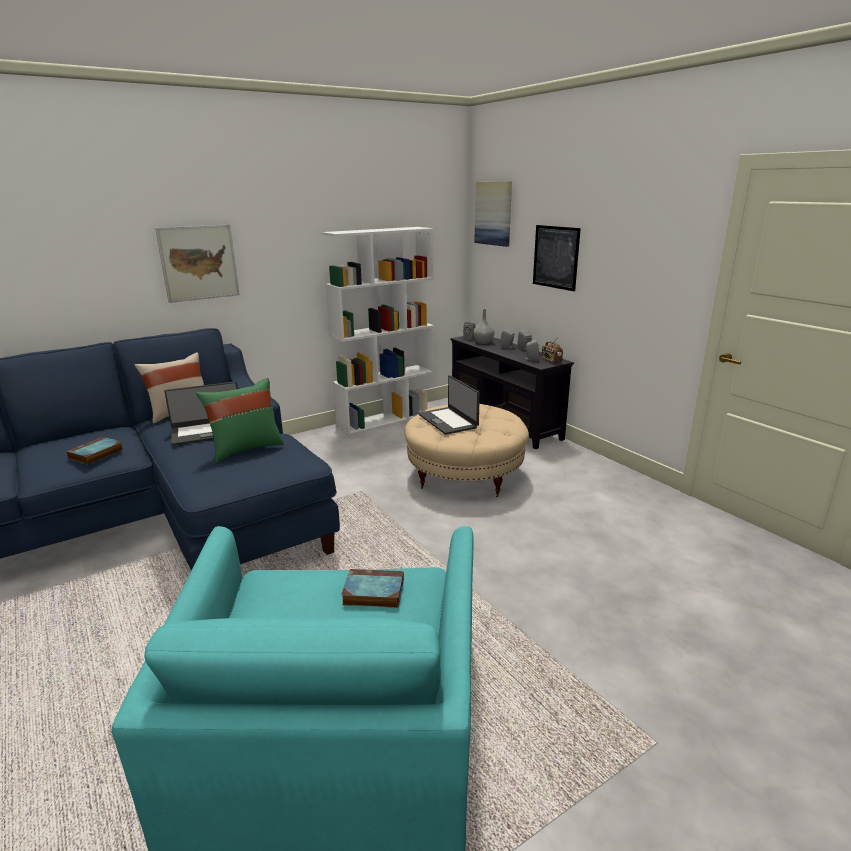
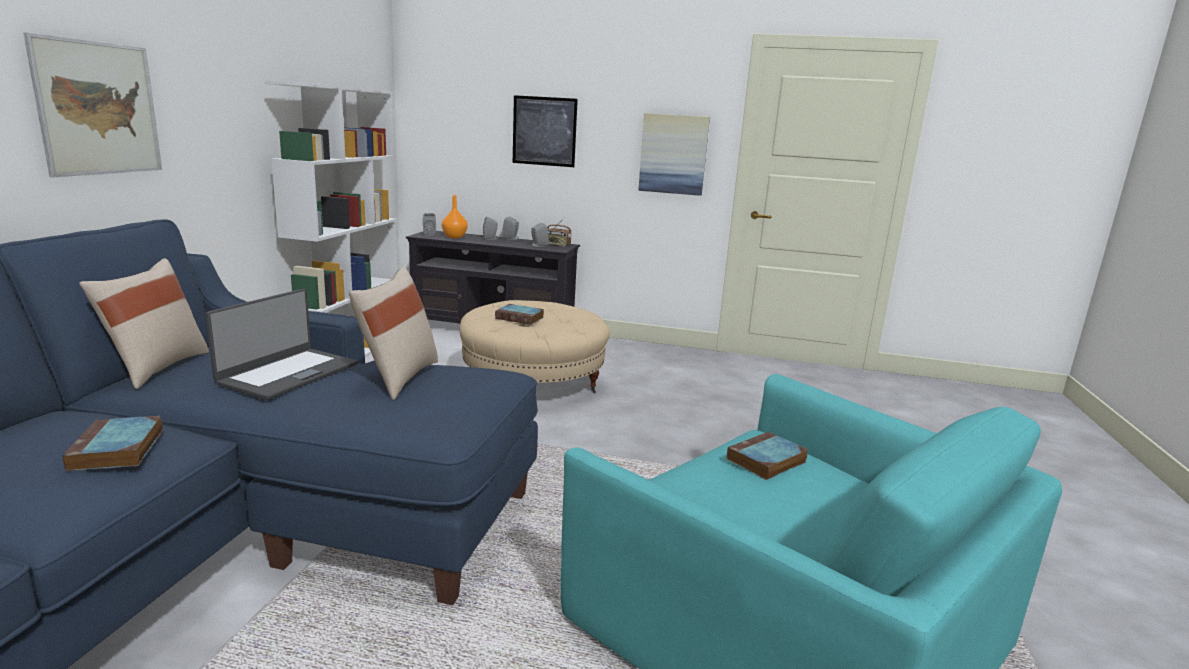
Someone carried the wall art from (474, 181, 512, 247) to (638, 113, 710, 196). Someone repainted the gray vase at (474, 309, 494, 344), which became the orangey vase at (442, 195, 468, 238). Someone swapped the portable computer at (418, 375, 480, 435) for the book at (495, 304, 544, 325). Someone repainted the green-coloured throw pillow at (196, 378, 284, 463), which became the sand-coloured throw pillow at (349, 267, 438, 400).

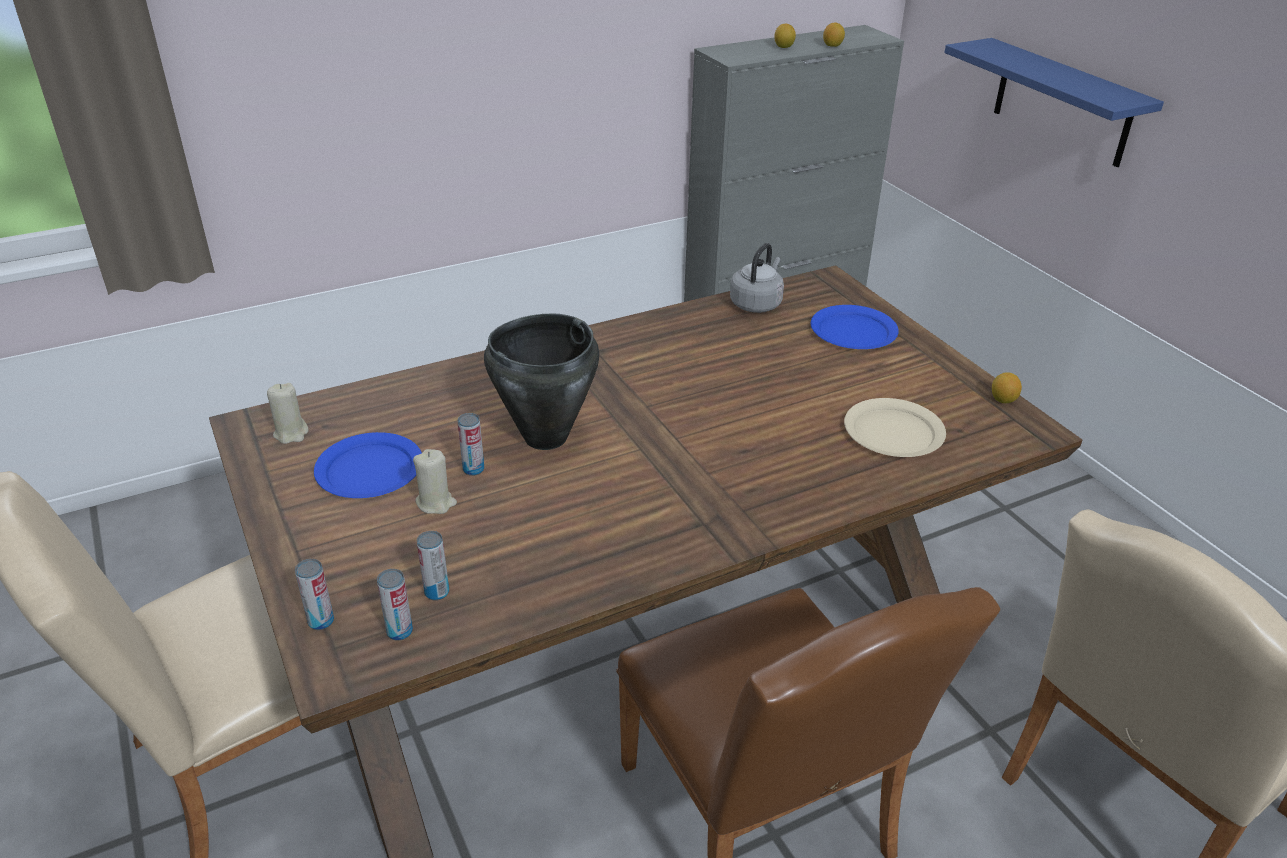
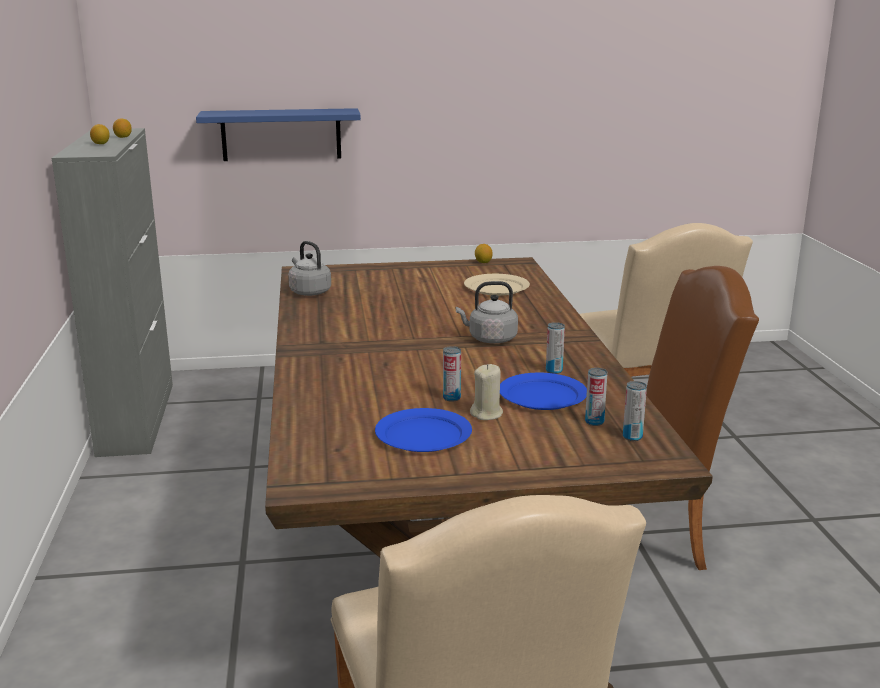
Someone carried the bluish flat dish from (811, 305, 899, 349) to (500, 373, 587, 410). Someone took away the blackish stockpot at (484, 314, 599, 450). Someone took away the sand-coloured candle at (267, 383, 309, 444). Someone carried the metal can from (295, 559, 334, 630) to (546, 322, 565, 374). Someone put down the gray kettle at (456, 281, 518, 343).

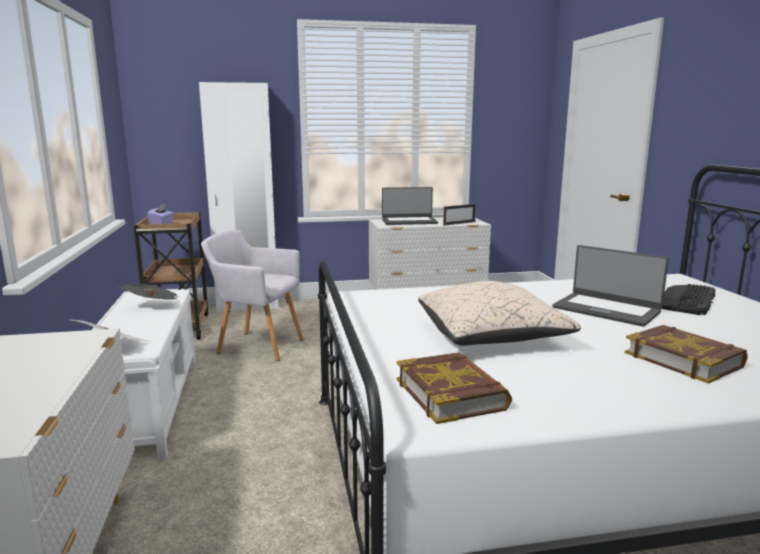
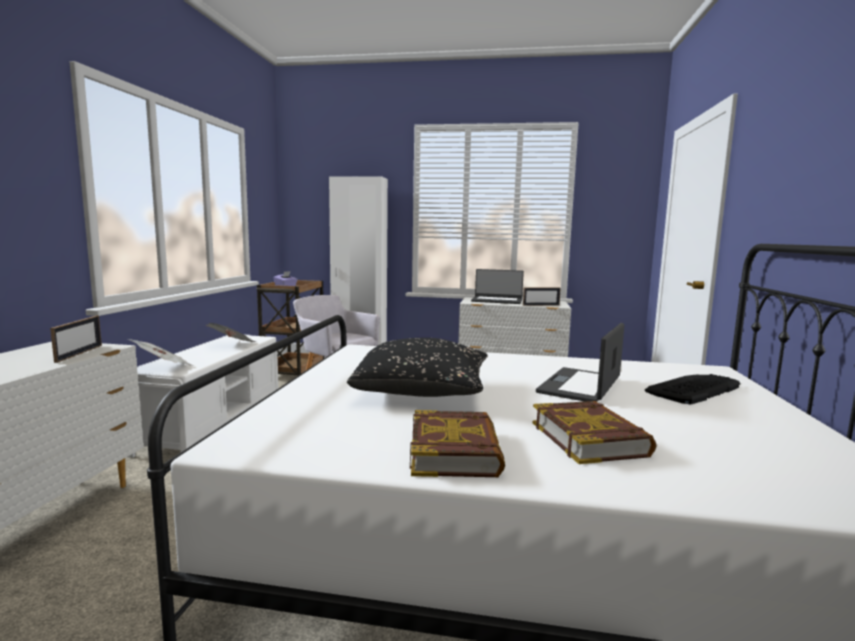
Someone rotated the portable computer at (552, 245, 669, 327) by 60 degrees clockwise. Someone repainted the sand-coloured throw pillow at (418, 281, 581, 346), which became the blackish throw pillow at (347, 338, 488, 397). Someone carried the book from (397, 352, 512, 424) to (410, 410, 505, 477). Someone put down the picture frame at (50, 316, 102, 363).

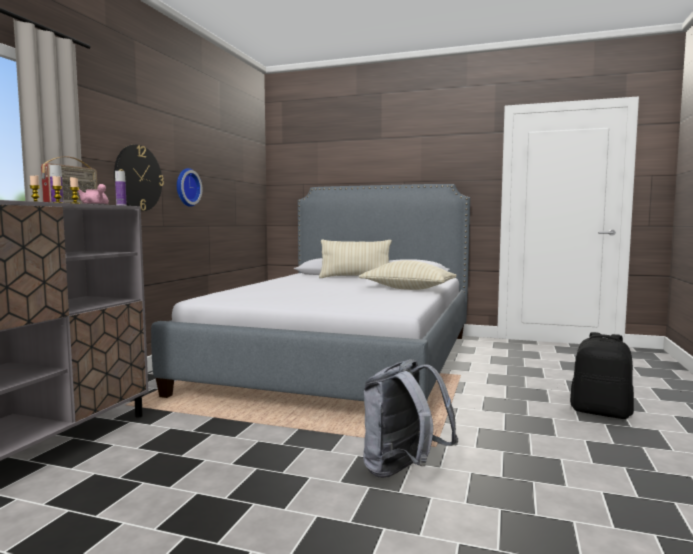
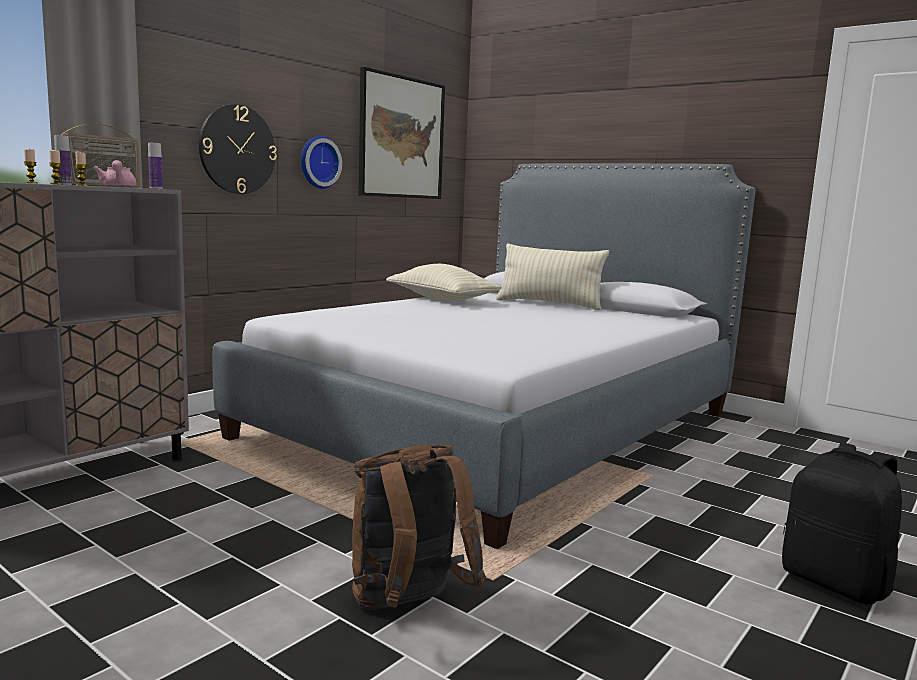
Someone carried the sand-coloured throw pillow from (359, 260, 457, 290) to (386, 264, 502, 301). Someone repainted the gray backpack at (363, 359, 458, 478), which became the brown backpack at (352, 445, 486, 610). Someone put up the wall art at (359, 67, 445, 199).

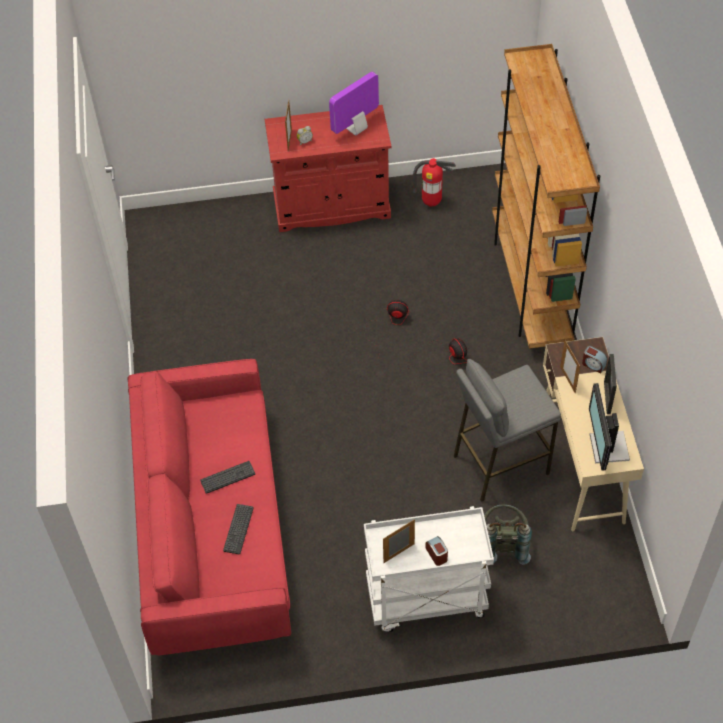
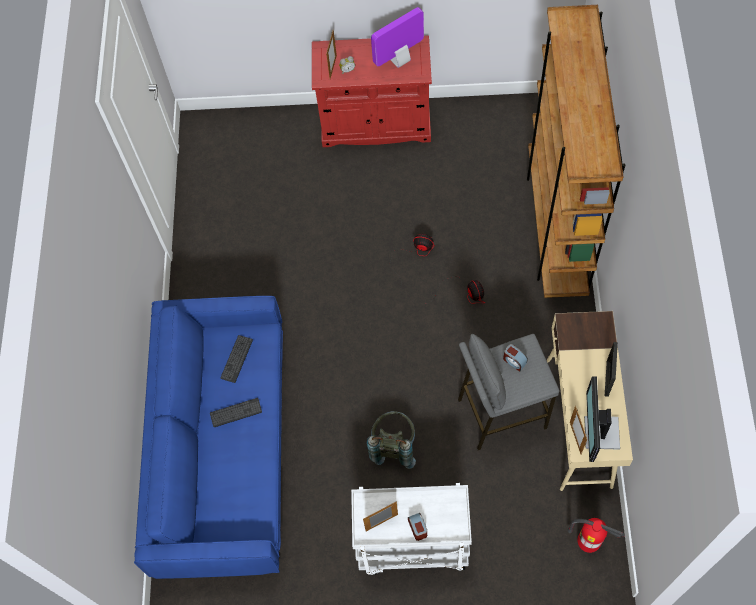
Someone carried the fire extinguisher from (413, 158, 456, 207) to (568, 518, 625, 553). Someone carried the picture frame from (560, 340, 580, 393) to (570, 406, 587, 454). Someone carried the table clock from (582, 346, 607, 373) to (503, 344, 528, 372). Someone repainted the red-coloured couch at (127, 359, 291, 655), which became the bluish couch at (134, 296, 283, 579). Someone carried the computer keyboard from (223, 504, 254, 554) to (221, 335, 253, 383). Someone carried the gray backpack from (484, 504, 532, 565) to (367, 411, 416, 469).

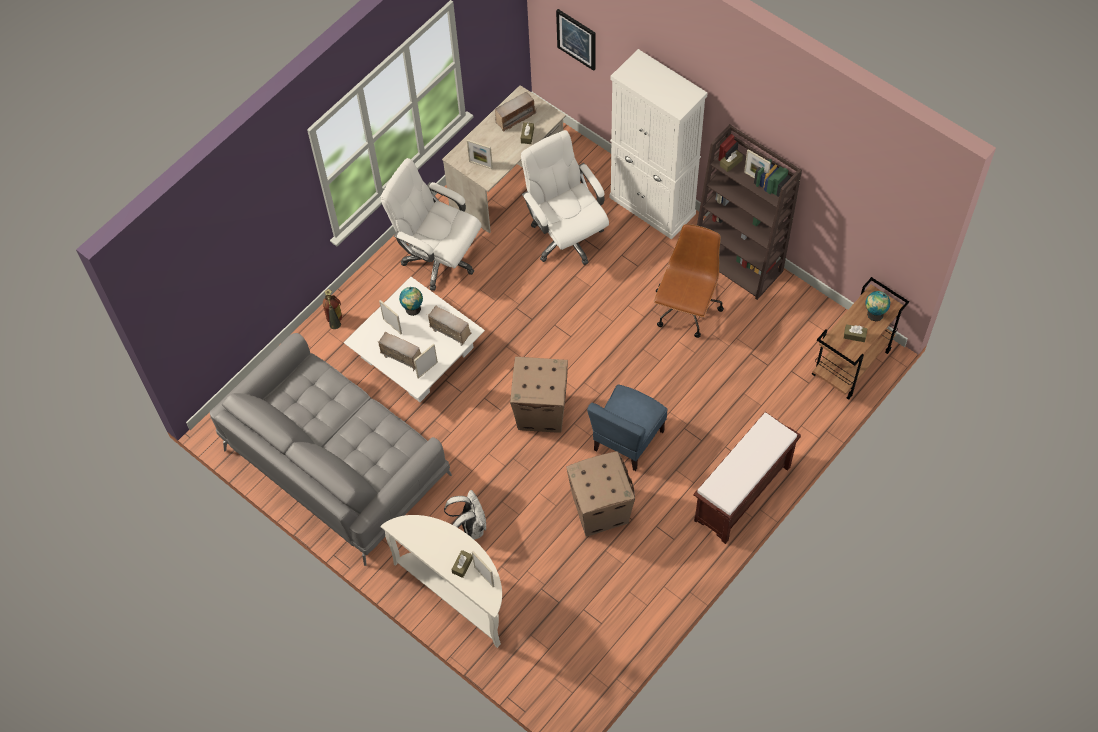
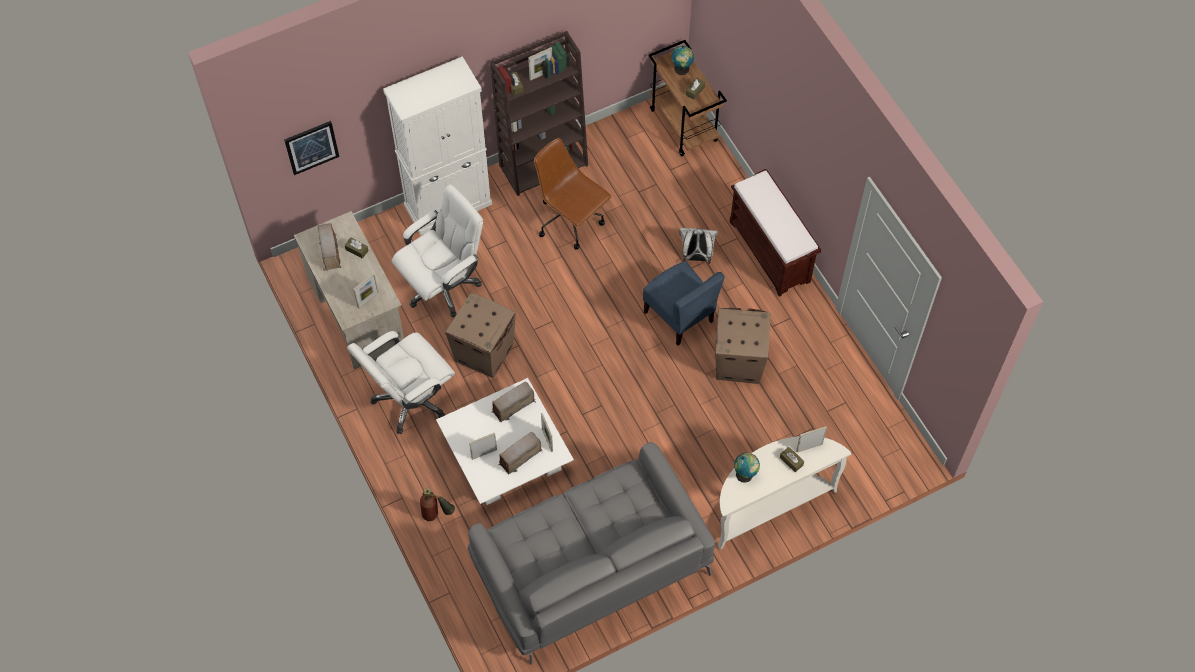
Someone rotated the whitish desk chair at (521, 130, 609, 265) by 150 degrees clockwise. Someone carried the desk globe from (399, 287, 423, 316) to (734, 453, 760, 483). Someone carried the packing box from (510, 356, 568, 433) to (445, 293, 516, 378). Someone carried the whitish backpack from (444, 490, 486, 540) to (679, 228, 718, 264).

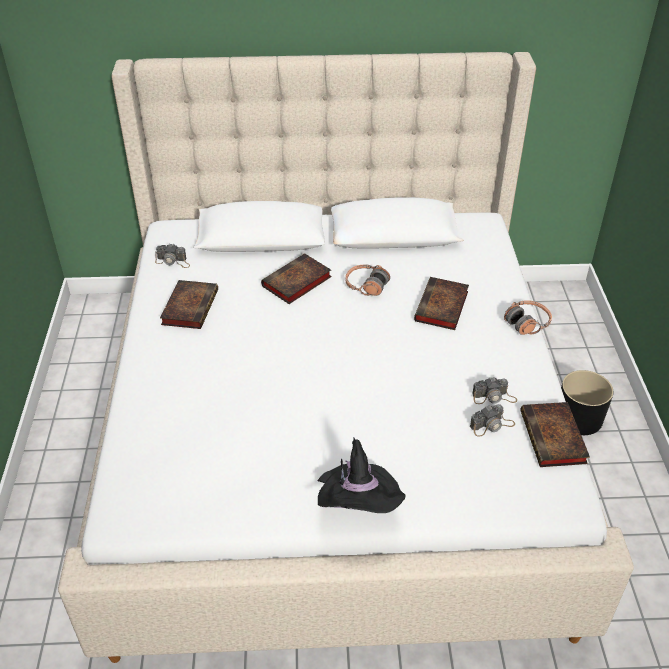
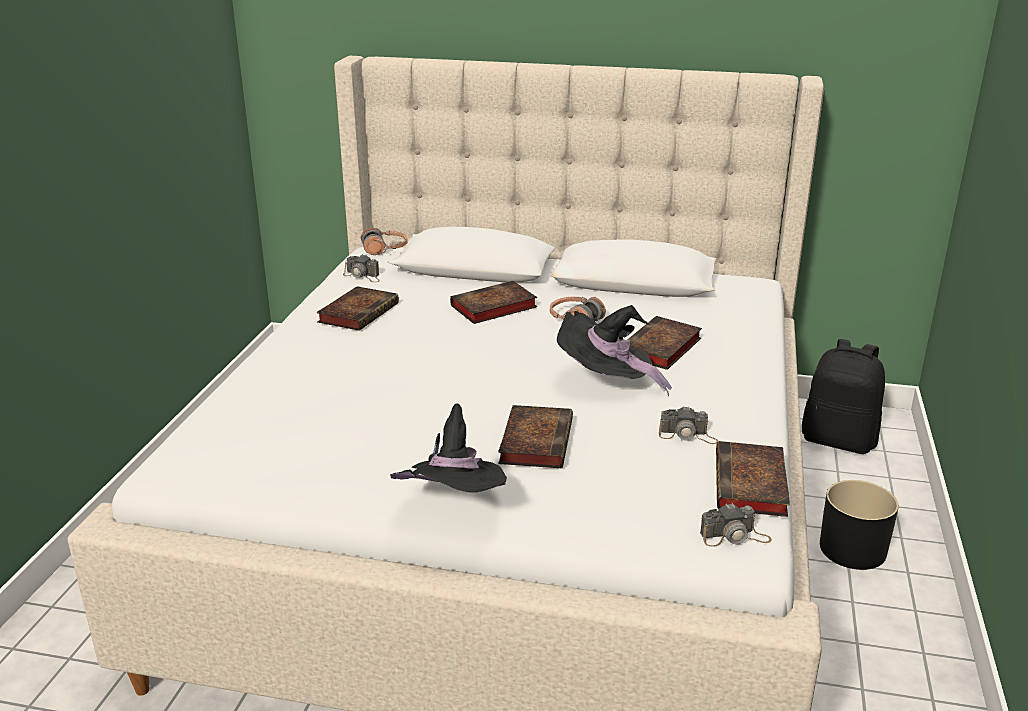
Someone carried the headphones from (504, 300, 552, 335) to (361, 228, 407, 255). Someone carried the photo camera from (470, 404, 515, 437) to (700, 503, 772, 547). Someone put down the blackish clothing hat at (557, 305, 672, 397). Someone put down the blackish backpack at (802, 339, 885, 454). Someone put down the book at (498, 405, 573, 468).

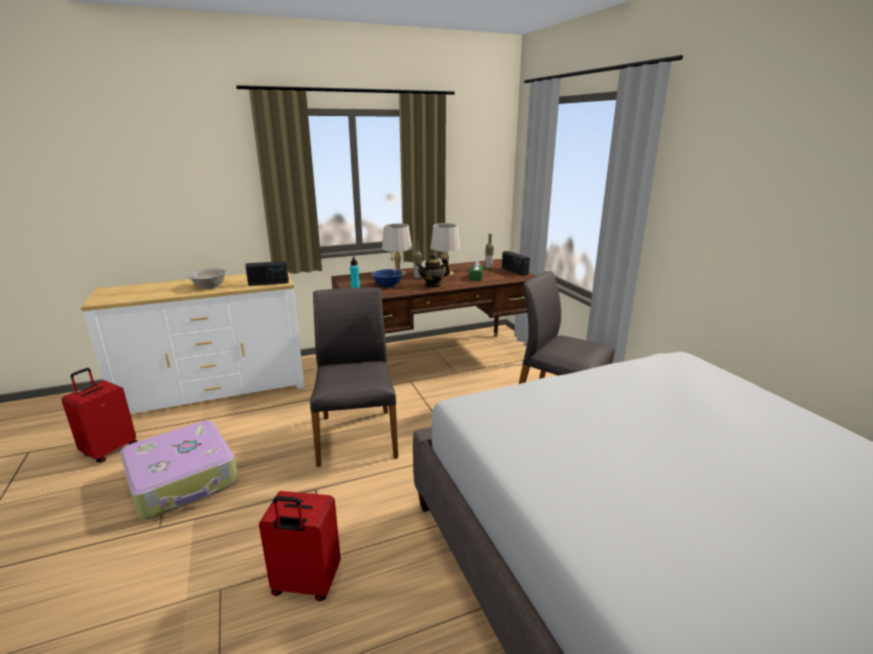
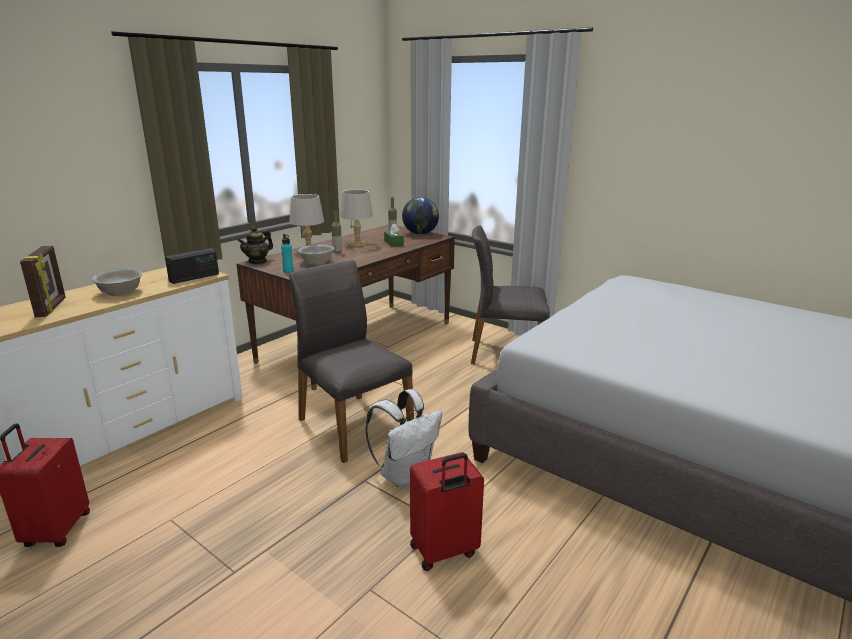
Someone swapped the radio at (502, 251, 530, 276) for the desk globe at (402, 197, 439, 235). Someone carried the pot for tea from (416, 253, 450, 288) to (238, 226, 273, 264). Someone repainted the bluish bowl at (372, 269, 403, 287), which became the whitish bowl at (298, 245, 334, 265). Someone took away the suitcase at (120, 421, 238, 520). Someone put down the picture frame at (20, 246, 65, 317). Someone put down the whitish backpack at (365, 389, 442, 488).

